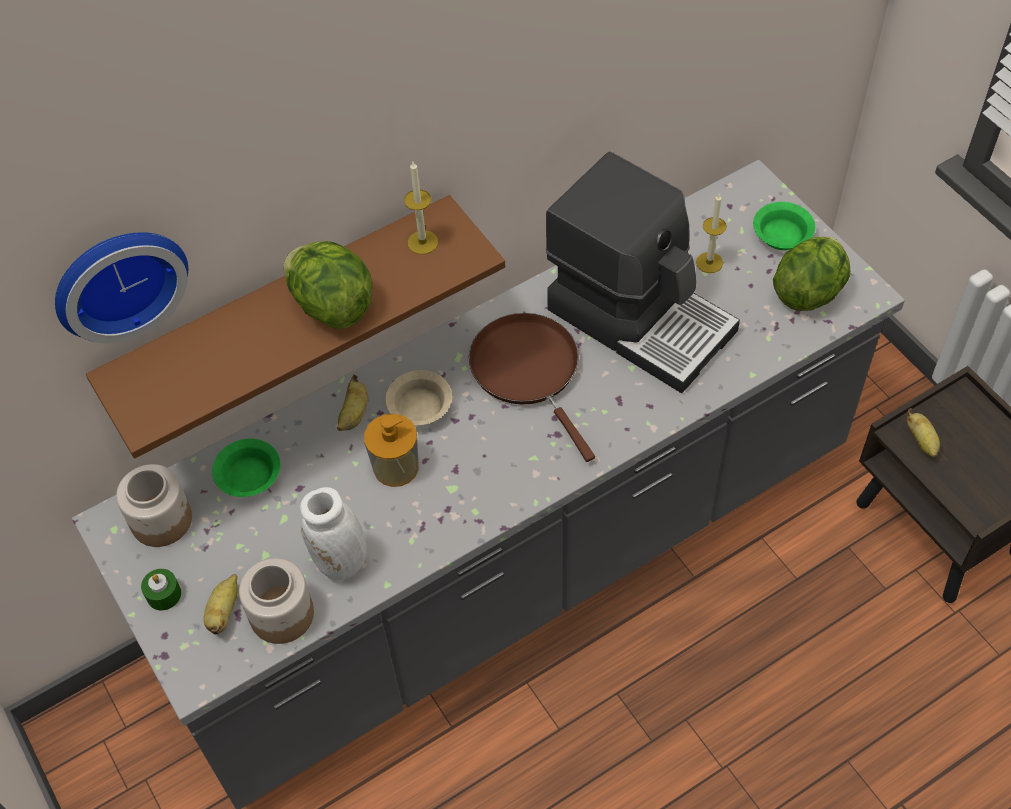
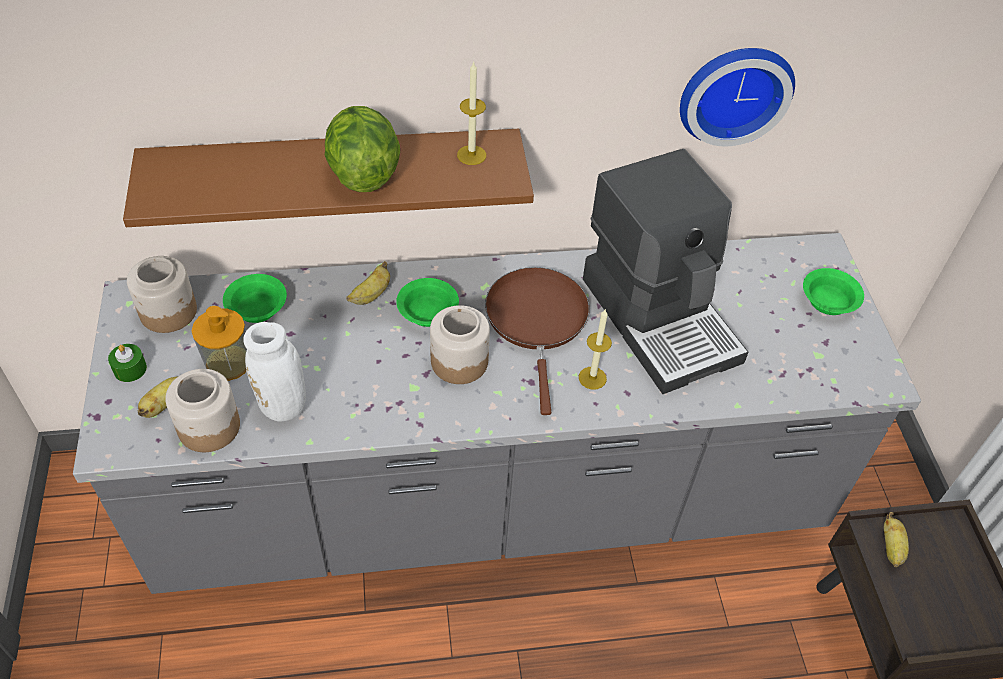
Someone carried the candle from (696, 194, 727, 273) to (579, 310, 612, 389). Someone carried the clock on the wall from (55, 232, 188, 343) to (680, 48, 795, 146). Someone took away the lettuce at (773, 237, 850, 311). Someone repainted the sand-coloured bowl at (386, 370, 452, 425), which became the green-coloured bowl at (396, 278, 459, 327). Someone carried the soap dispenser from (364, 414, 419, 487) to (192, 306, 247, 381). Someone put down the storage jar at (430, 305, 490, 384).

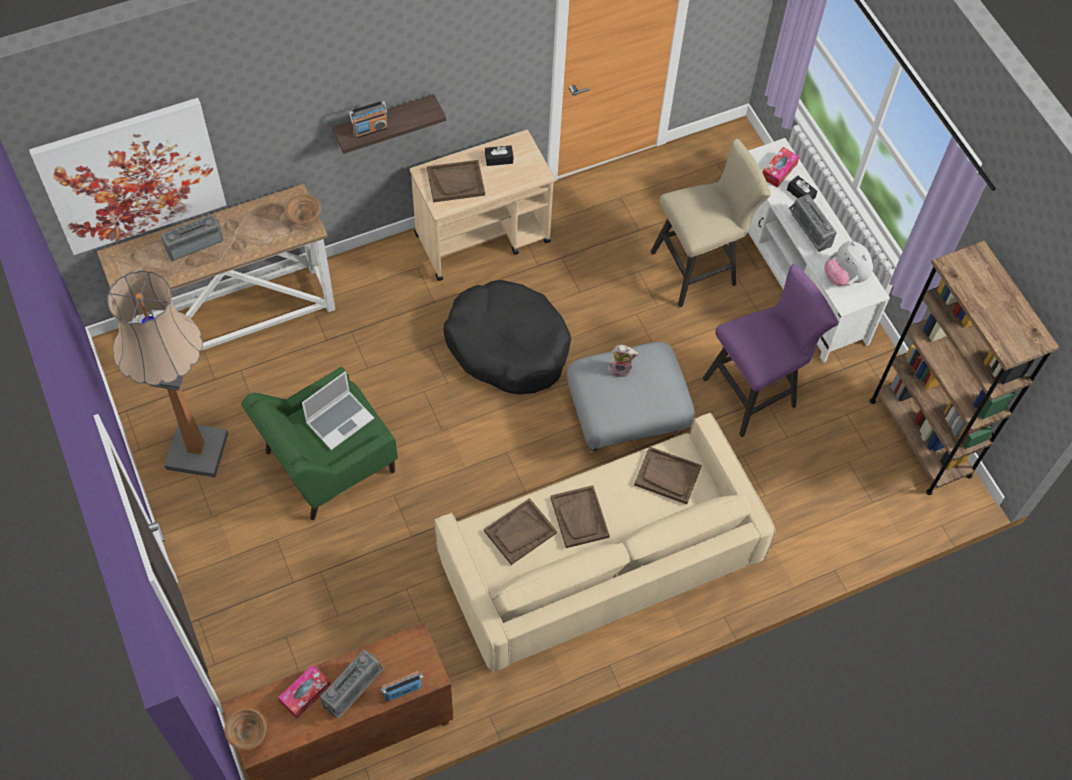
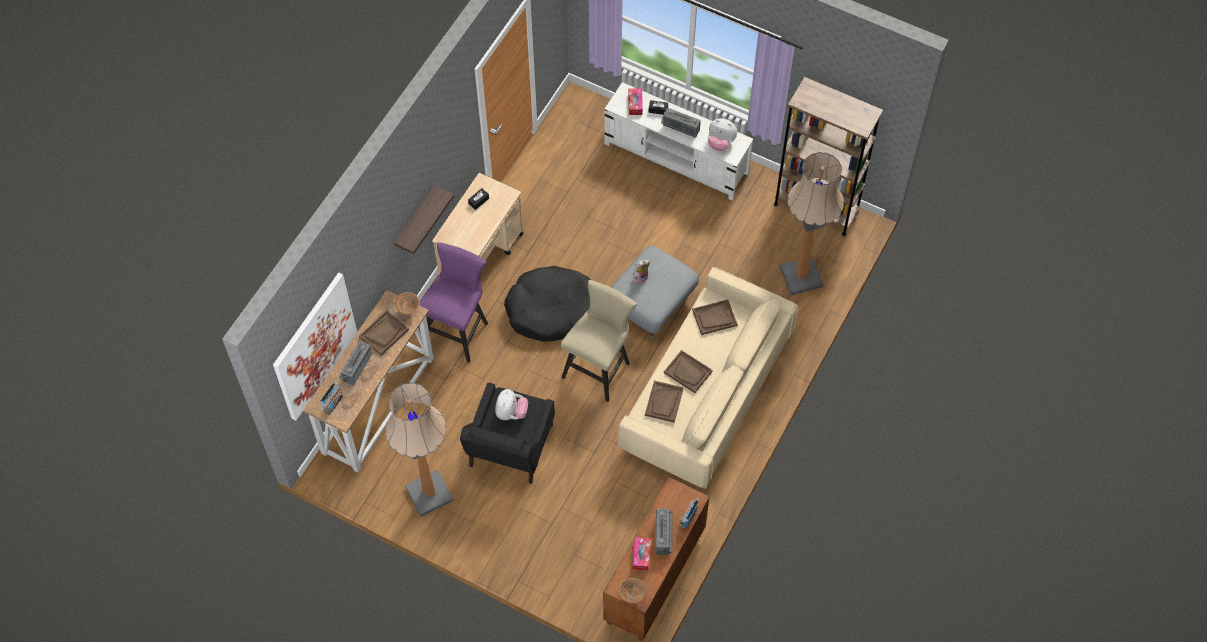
Someone carried the radio from (349, 101, 388, 138) to (320, 382, 343, 415). Someone carried the sand-coloured stool seat from (650, 138, 771, 307) to (561, 280, 637, 402). Someone carried the brown serving tray from (427, 160, 485, 202) to (359, 310, 409, 356). Someone carried the purple stool seat from (702, 264, 838, 437) to (419, 242, 488, 363). Someone repainted the green-coloured easy chair at (241, 367, 398, 520), which became the blackish easy chair at (460, 383, 555, 484). Someone swapped the portable computer at (302, 371, 374, 450) for the plush toy at (495, 389, 528, 420). Someone put down the standard lamp at (780, 152, 844, 295).

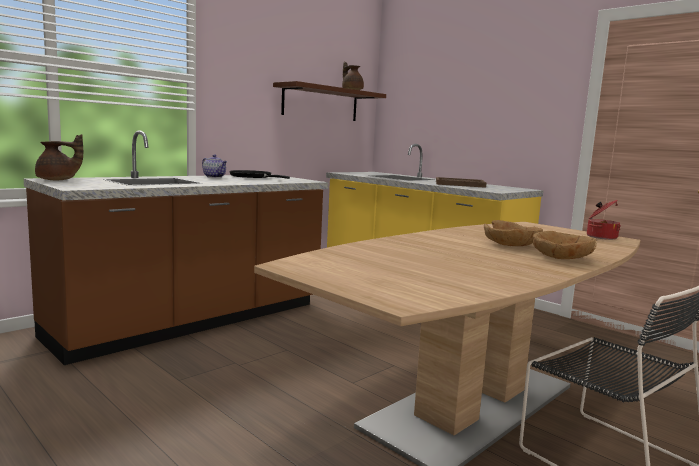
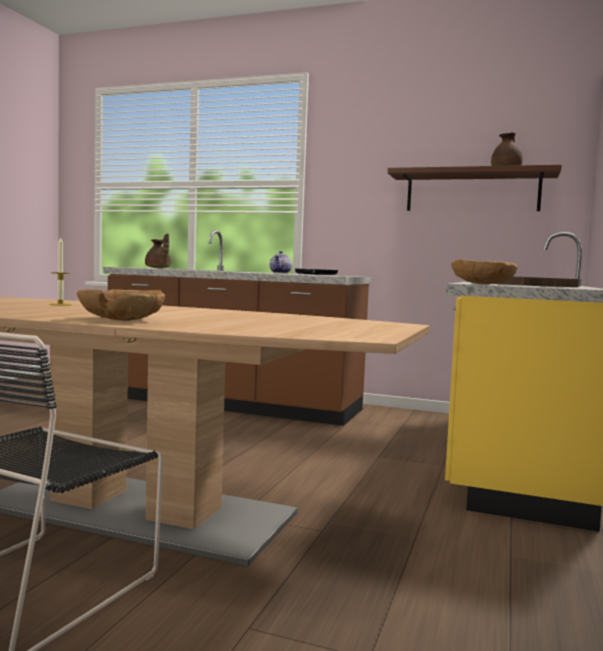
Someone took away the stockpot at (587, 200, 621, 240). Someone carried the brown bowl from (484, 220, 543, 246) to (451, 259, 518, 284). Someone put down the candle at (49, 237, 72, 306).

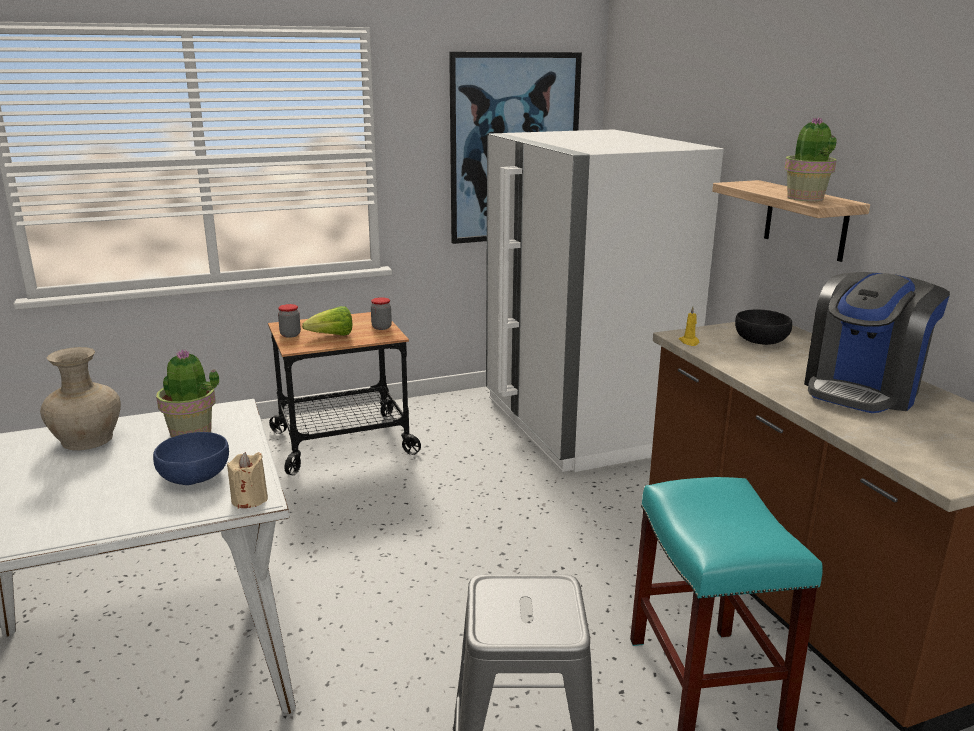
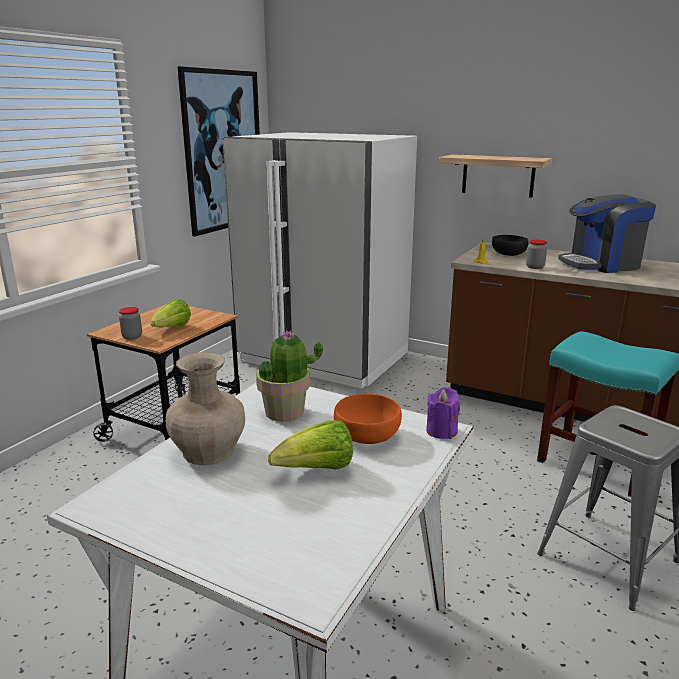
Someone took away the potted plant at (784, 117, 837, 201). Someone rotated the coffee maker at (804, 272, 950, 413) by 75 degrees clockwise. Someone carried the storage jar from (371, 297, 392, 330) to (526, 240, 547, 269). Someone repainted the bluish bowl at (153, 432, 229, 485), which became the orangey bowl at (334, 394, 402, 444). Someone repainted the sand-coloured candle at (227, 452, 268, 509), which became the purple candle at (426, 387, 460, 439). Someone put down the lettuce at (268, 420, 353, 470).

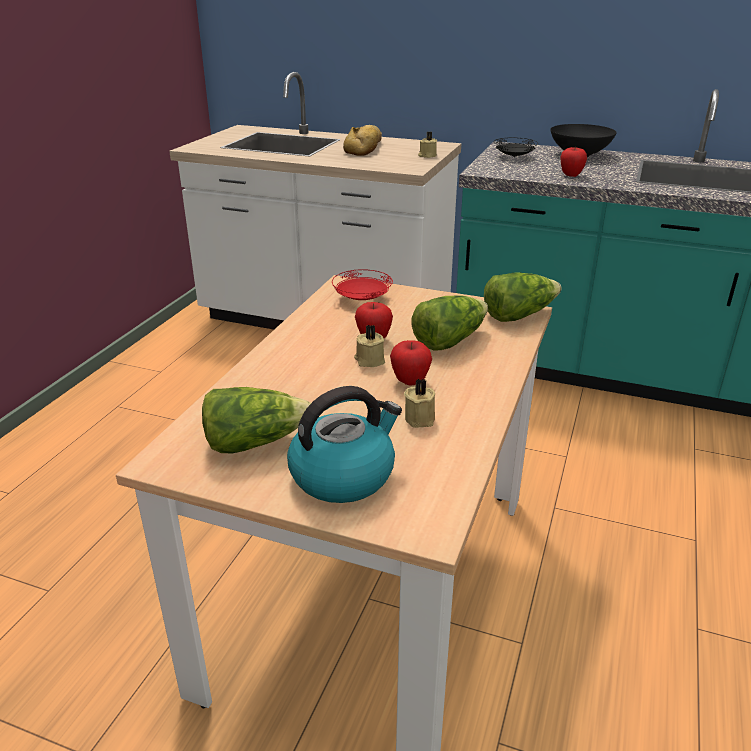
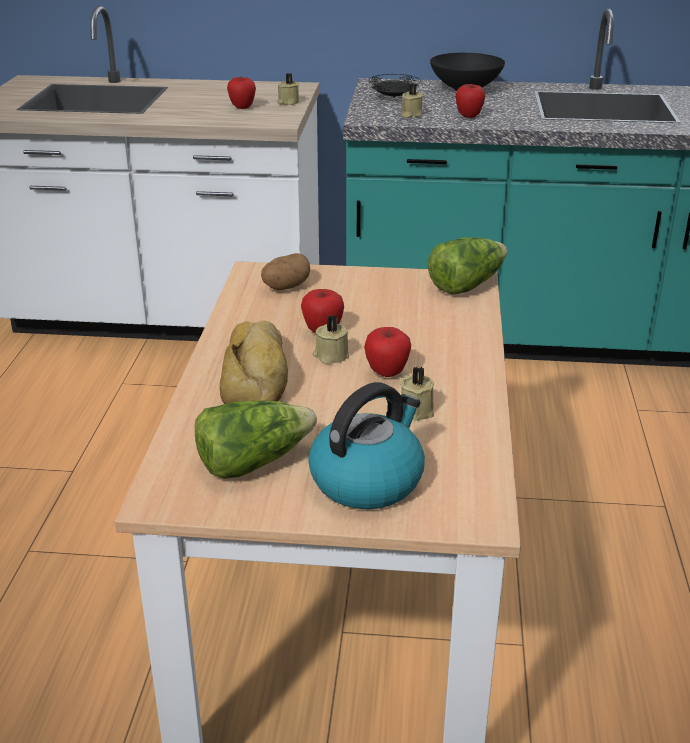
Someone carried the baked bread from (343, 125, 382, 156) to (220, 321, 288, 404). Someone swapped the red-coloured flat dish at (332, 269, 393, 300) for the whole potato at (261, 253, 310, 290). Someone took away the lettuce at (412, 295, 488, 351). Someone put down the apple at (227, 77, 256, 109). Someone put down the sand-coloured candle at (402, 84, 424, 118).

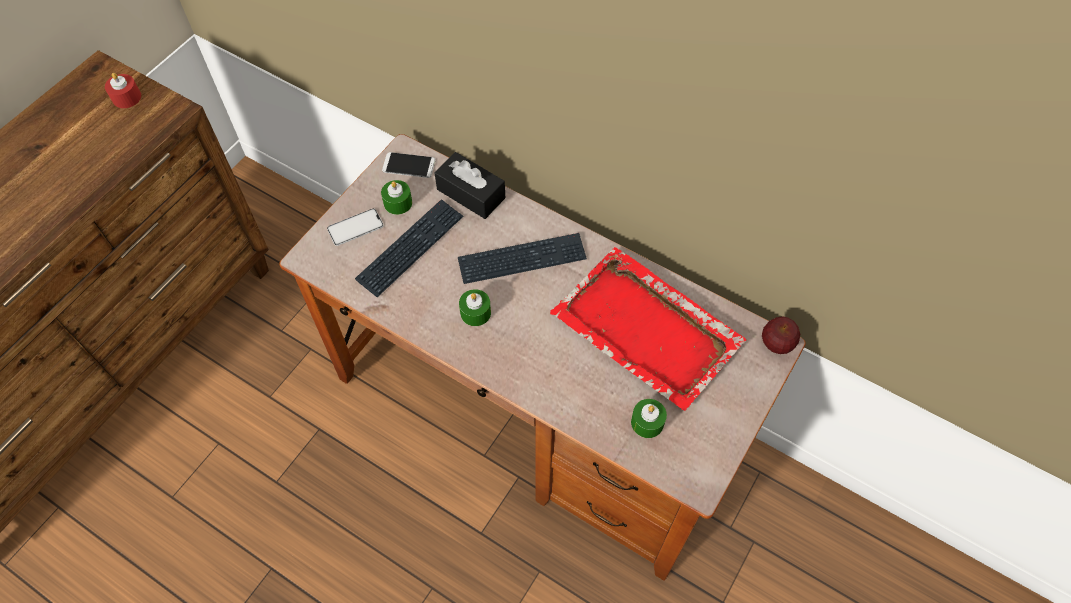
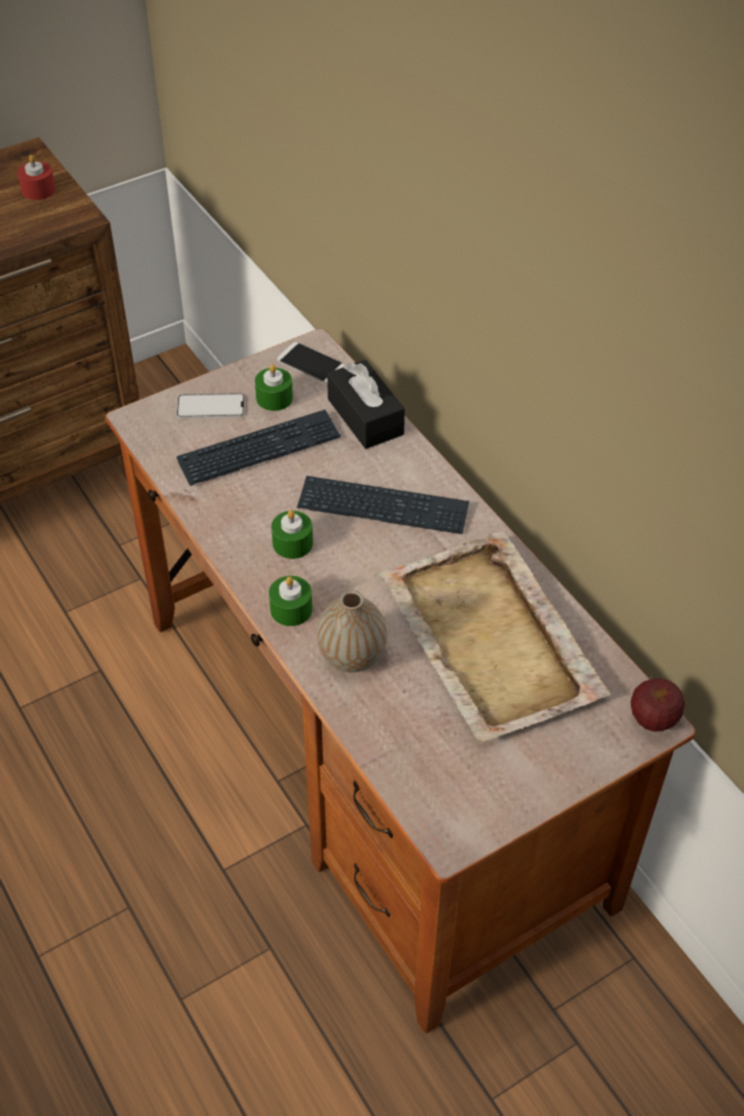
Someone repainted the red-coloured serving tray at (550, 247, 746, 411), which became the sand-coloured serving tray at (379, 531, 611, 743). Someone carried the green-coloured candle from (631, 399, 667, 438) to (269, 576, 312, 626). Someone put down the vase at (317, 590, 387, 672).

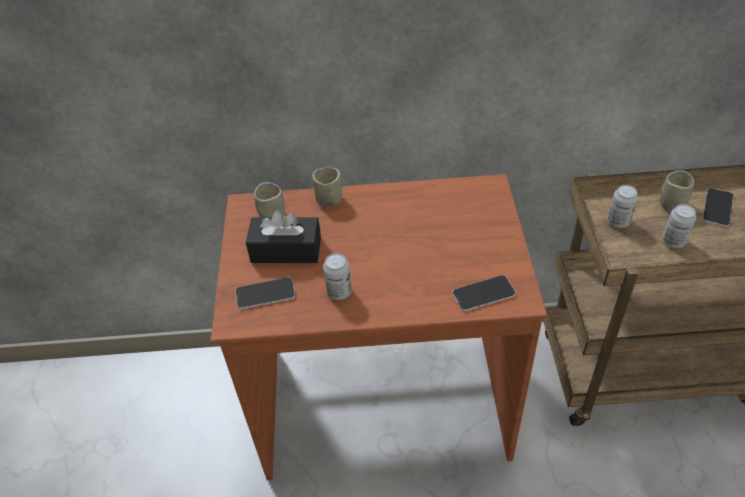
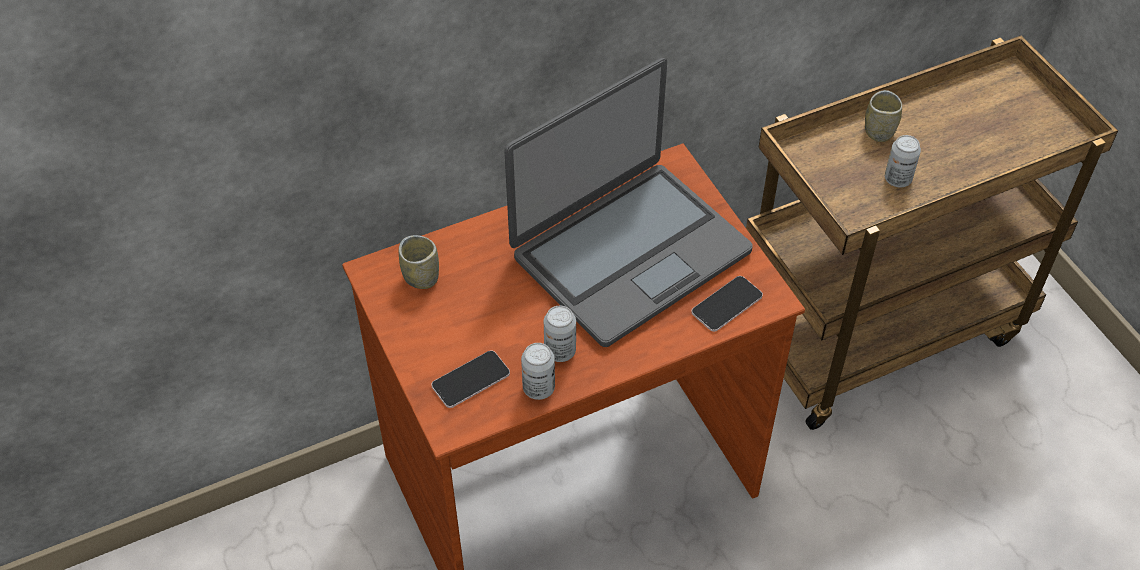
Someone took away the cup at (312, 168, 342, 206). Someone carried the metal can from (608, 185, 638, 228) to (521, 343, 555, 400). Someone took away the phone at (702, 188, 734, 227). Someone took away the blackish tissue holder at (246, 210, 321, 263). Someone put down the portable computer at (504, 58, 753, 347).

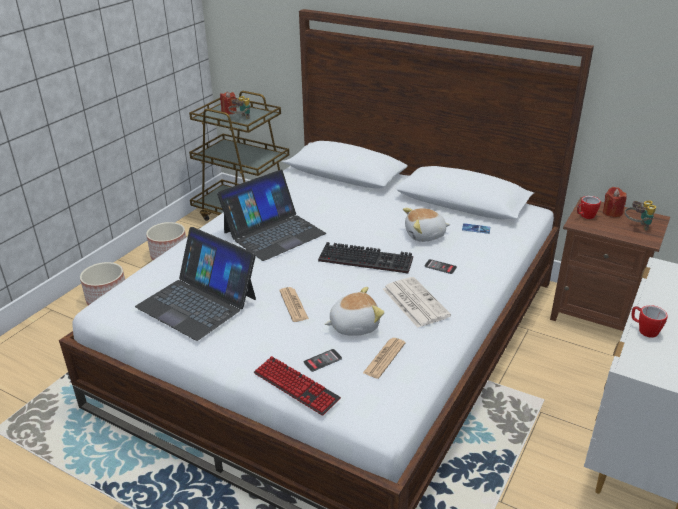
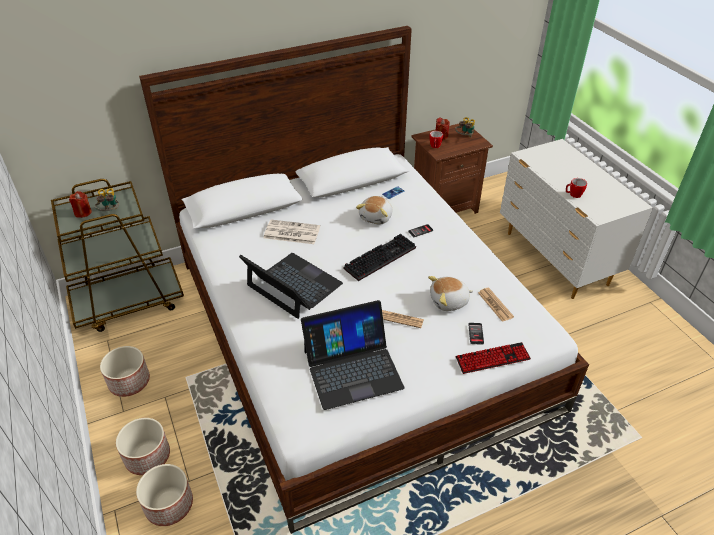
Someone rotated the portable computer at (217, 170, 326, 261) by 45 degrees counterclockwise. Someone carried the printed paper from (383, 277, 451, 328) to (264, 220, 320, 244). Someone rotated the plush toy at (325, 287, 384, 336) by 120 degrees counterclockwise. Someone put down the flower pot at (136, 464, 193, 526).

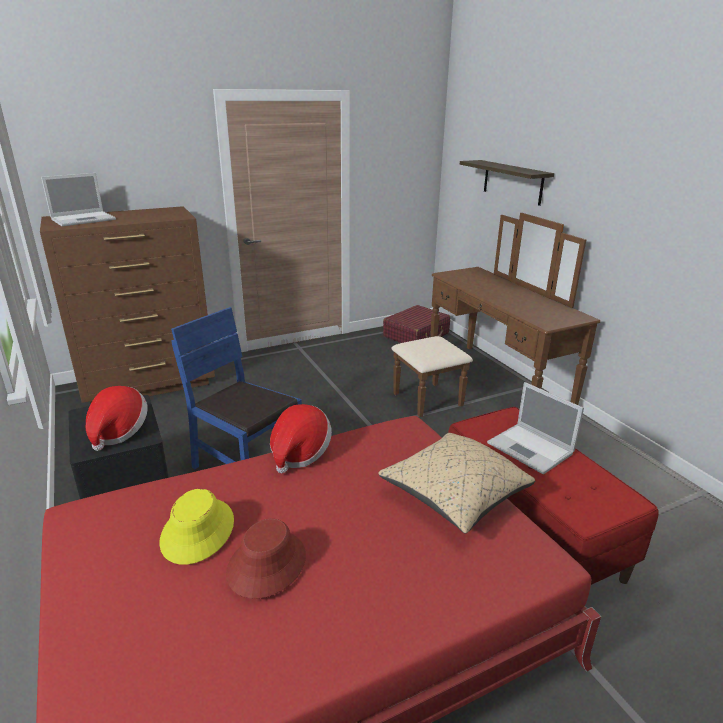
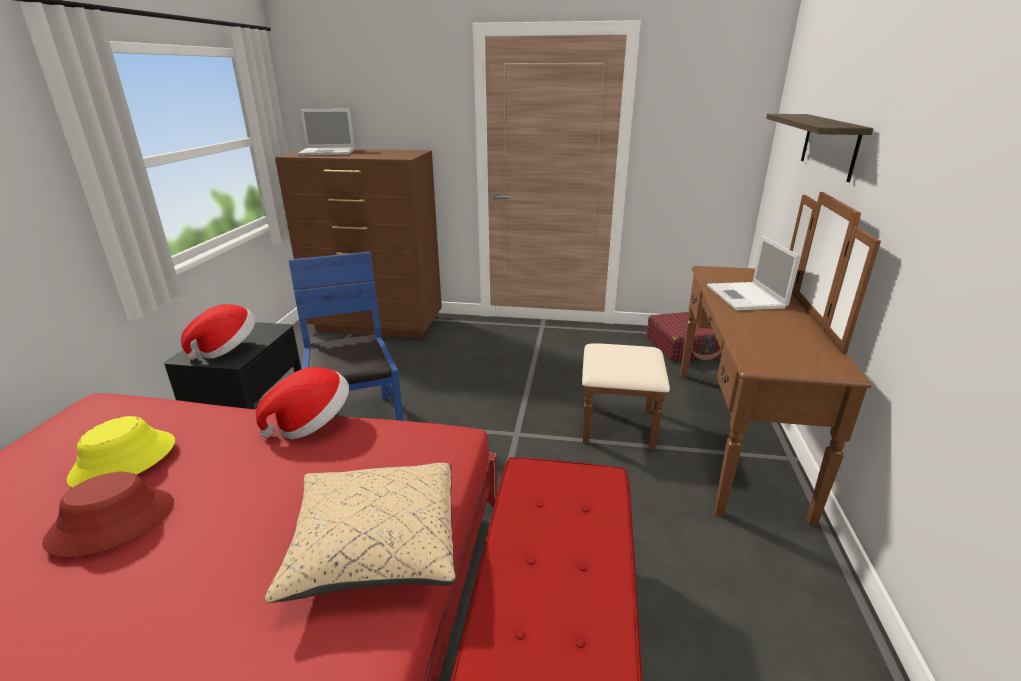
Someone carried the portable computer from (487, 382, 584, 475) to (707, 236, 801, 311).

